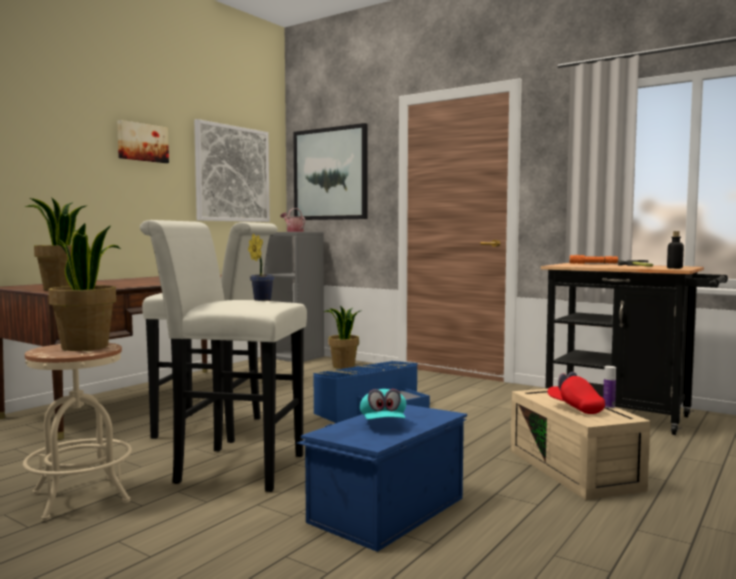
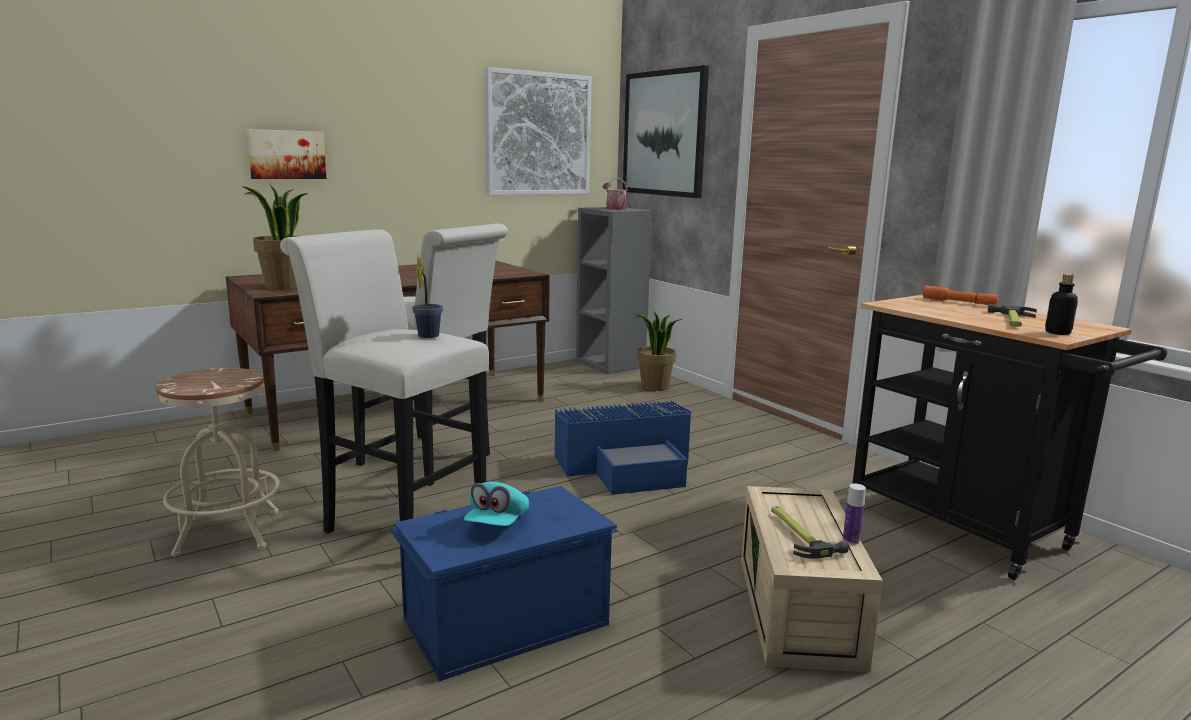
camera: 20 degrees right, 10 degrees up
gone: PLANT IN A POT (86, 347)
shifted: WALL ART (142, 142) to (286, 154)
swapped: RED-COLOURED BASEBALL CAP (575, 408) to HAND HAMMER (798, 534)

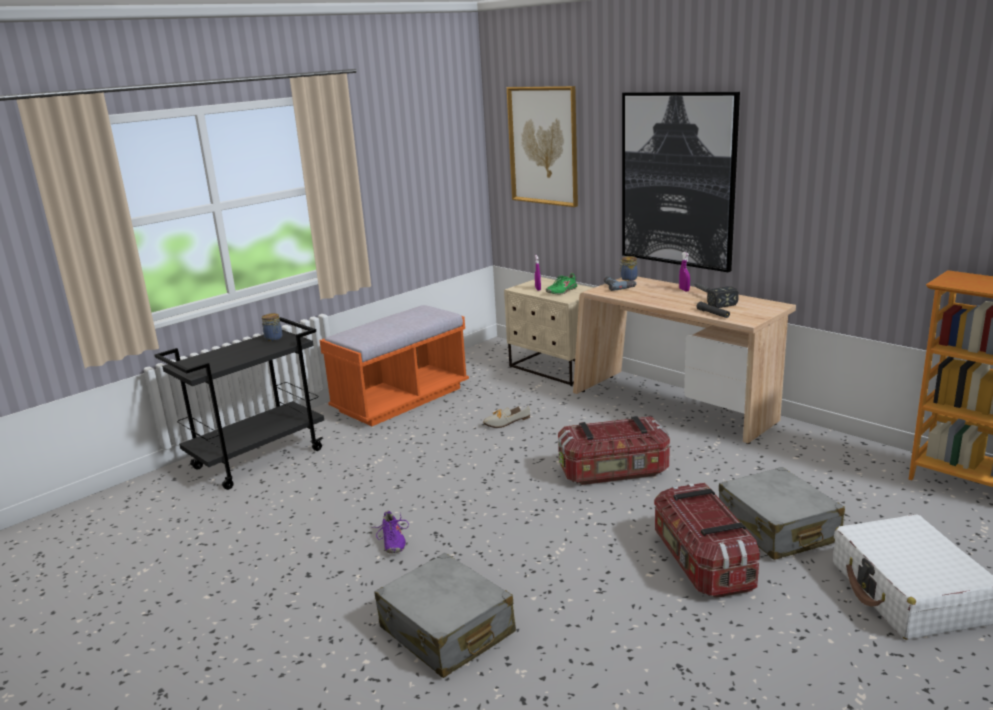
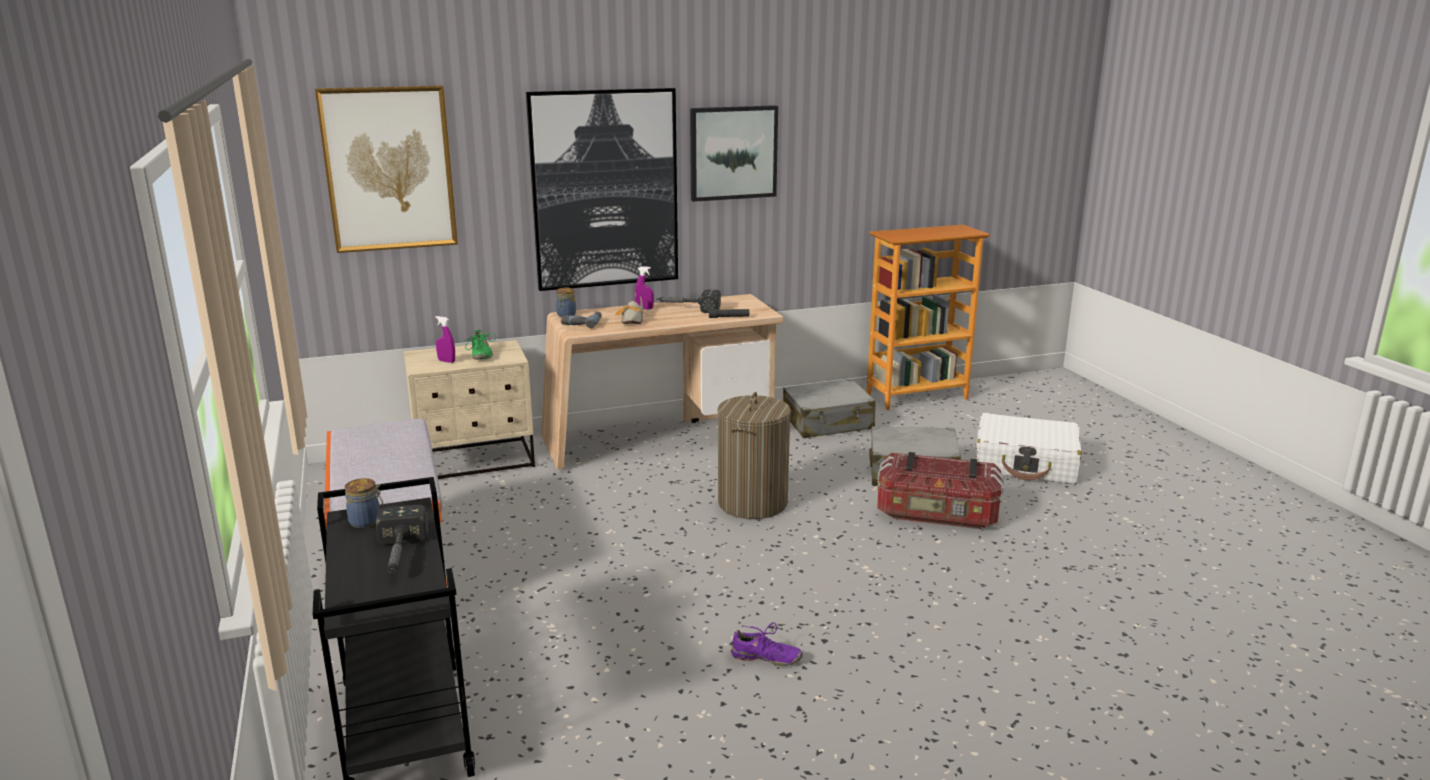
camera: 65 degrees left, 0 degrees up
new: HAND HAMMER (399, 557); WALL ART (733, 153)
shifted: SHOE (503, 423) to (632, 320); GRAY TRAVEL CASE (446, 631) to (828, 422)
swapped: STORAGE CONTAINER (614, 472) to LAUNDRY BASKET (752, 503)

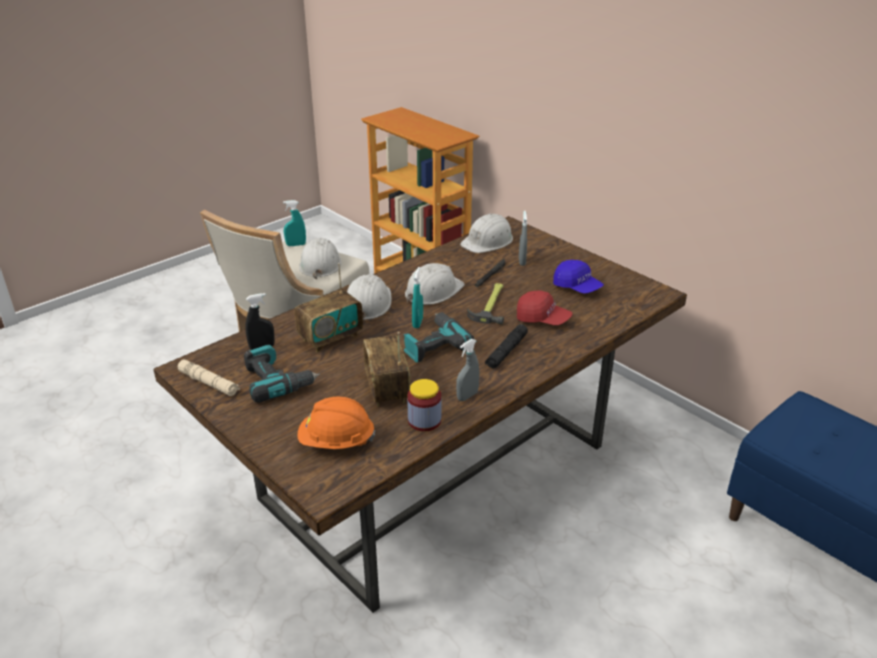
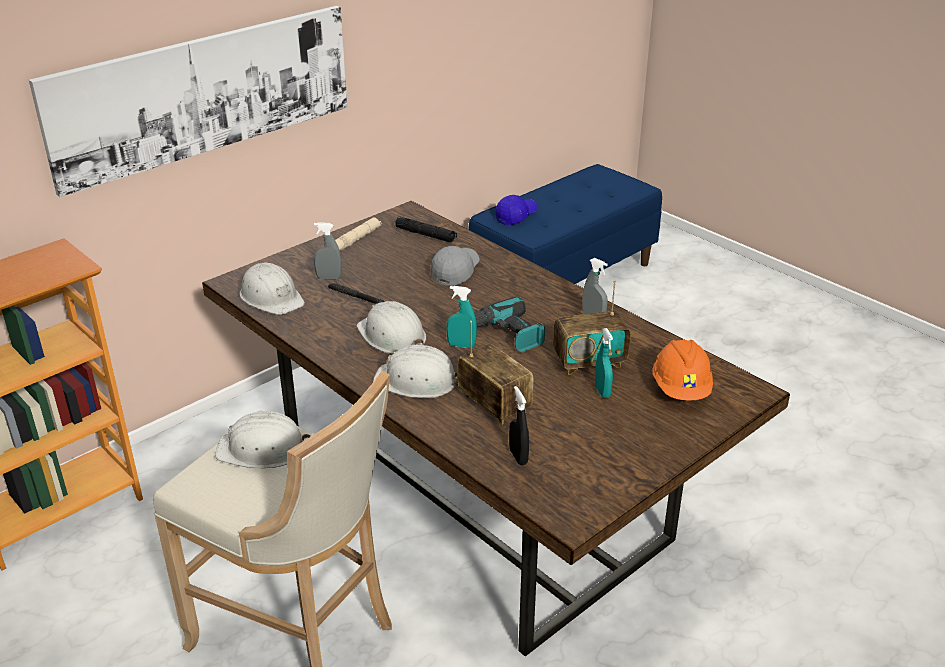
camera: 90 degrees left, 0 degrees up
gone: DRILL (277, 381); STORAGE JAR (424, 420); HAND HAMMER (491, 305)
new: WALL ART (204, 94)
shifted: BEIGE-COLOURED HAND TORCH (209, 383) to (356, 240); BLACK HAND TORCH (506, 351) to (426, 235); BLUE BASEBALL CAP (577, 287) to (516, 216); TURQUOISE SPRAY BOTTLE (296, 245) to (602, 391)
repainted: RED-COLOURED BASEBALL CAP (542, 319) to GRAY BASEBALL CAP (455, 272)

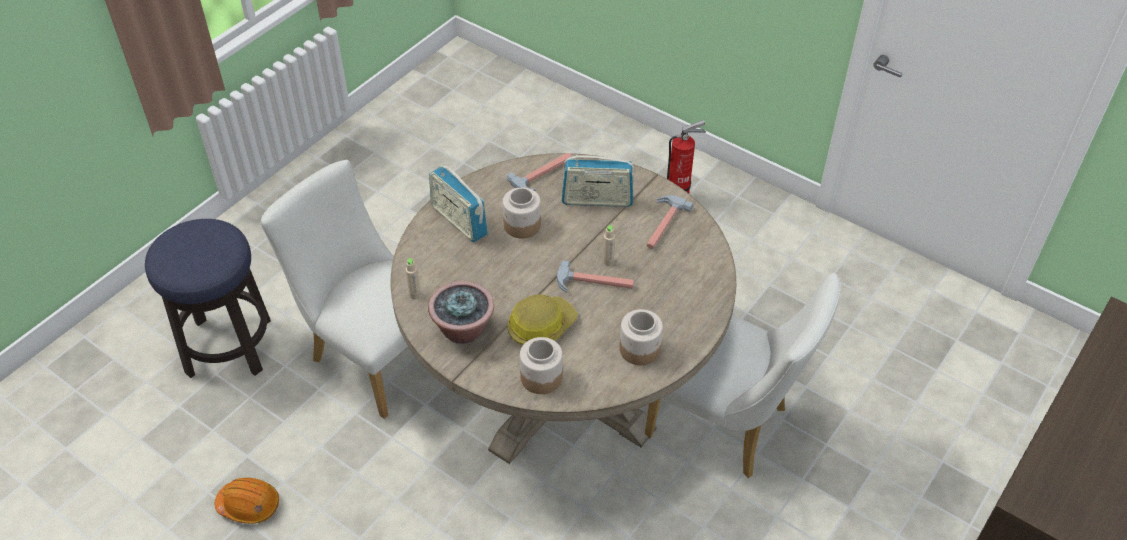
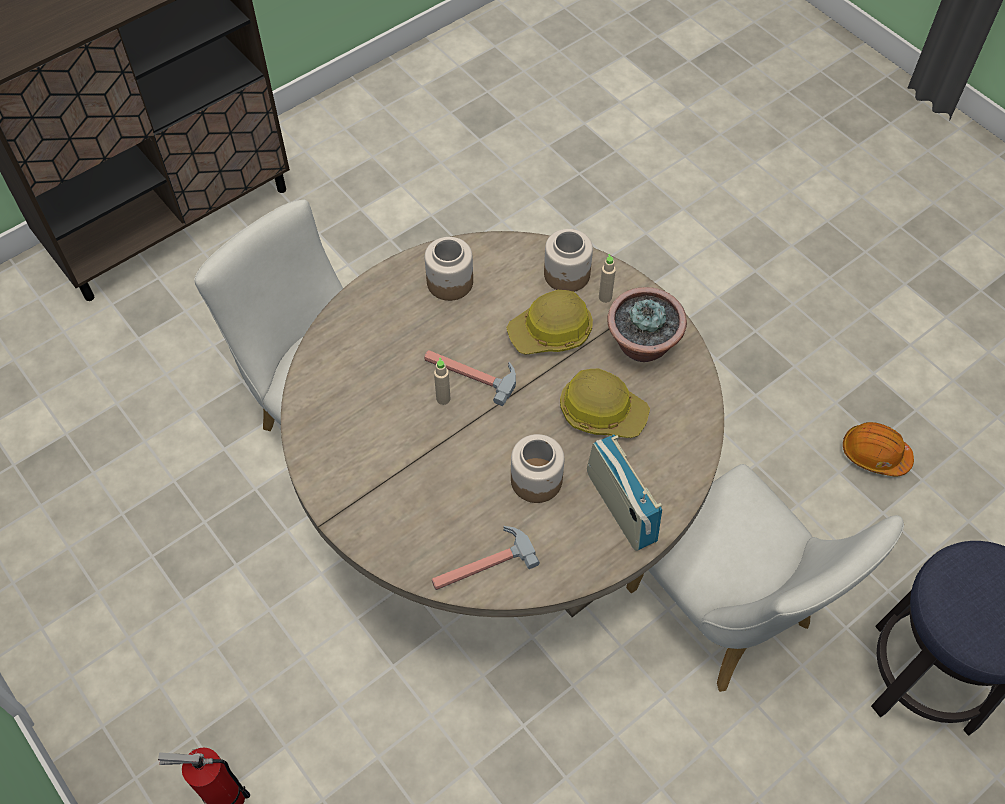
camera: 165 degrees left, 10 degrees up
gone: RADIO RECEIVER (597, 200); HAND HAMMER (662, 224)
new: HARD HAT (602, 411)
shifted: BEIGE-COLOURED BOTTLE (415, 295) to (605, 297)

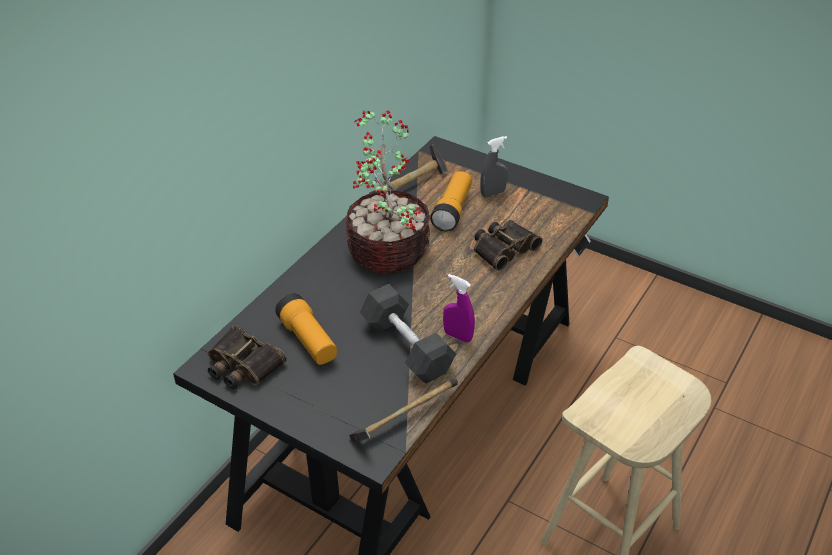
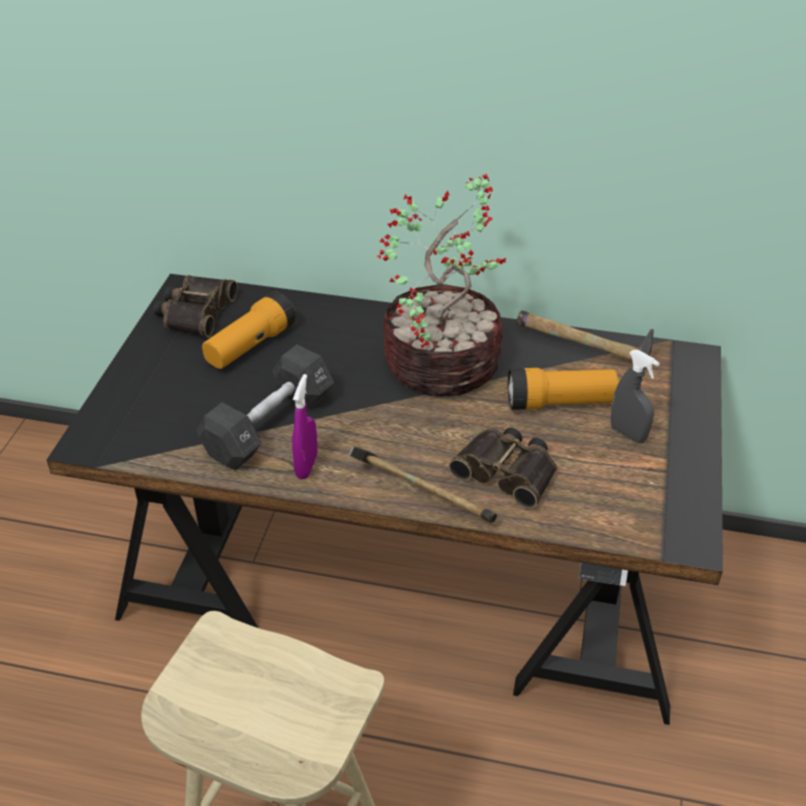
camera: 70 degrees right, 0 degrees up
shifted: HAND HAMMER (403, 420) to (419, 495)

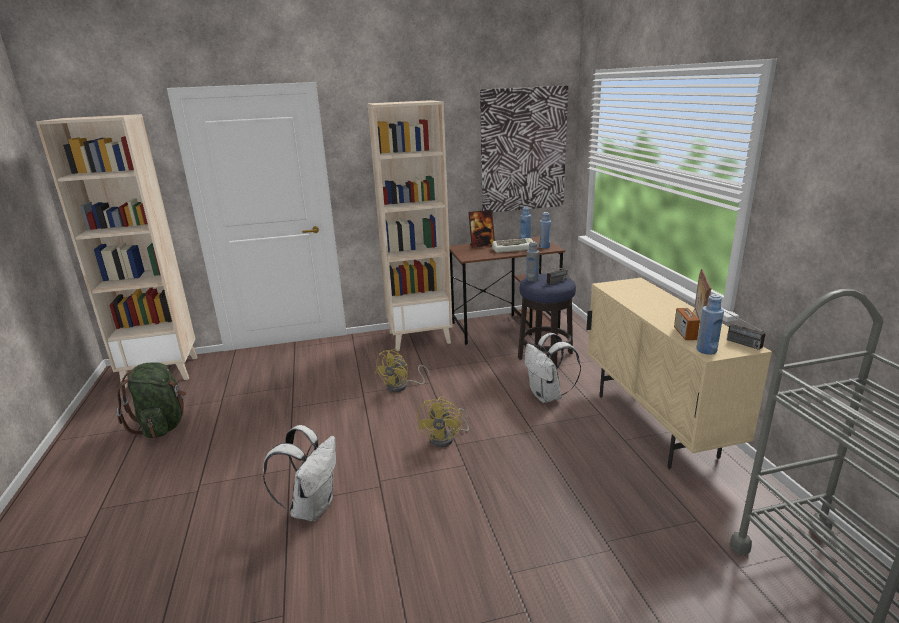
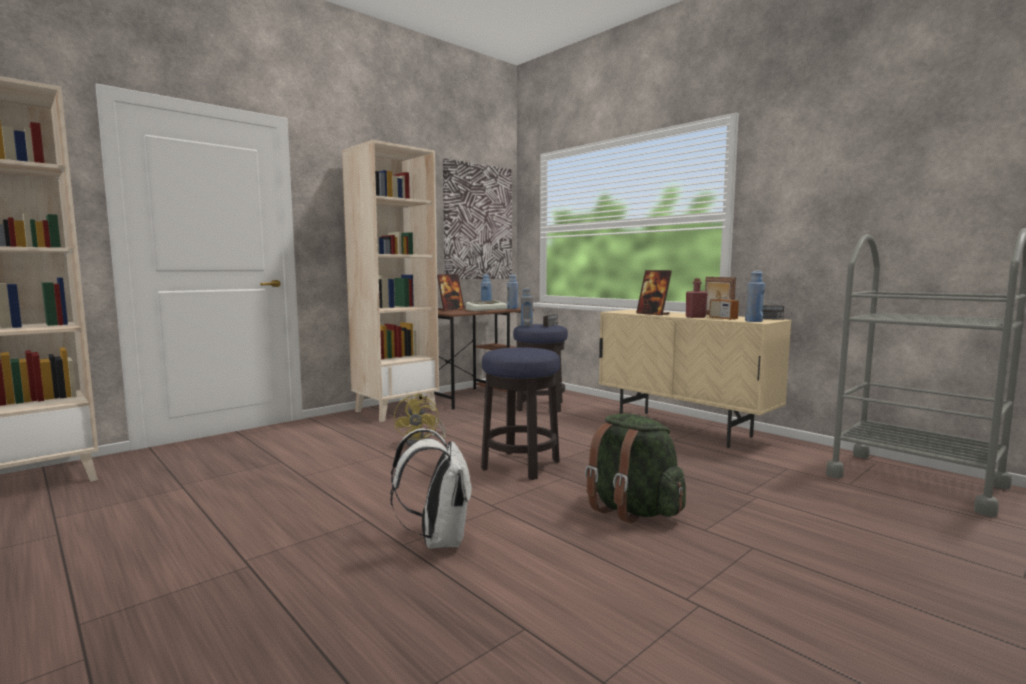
camera: 30 degrees left, 15 degrees down
gone: WHITE-COLOURED KNAPSACK (547, 396)
new: PHOTO FRAME (653, 314); RED-COLOURED BOTTLE (695, 317)
shifted: GREENISH KNAPSACK (162, 426) to (631, 510)
swapped: YELLOWISH COOLING FAN (446, 438) to SITTING STOOL (520, 465)

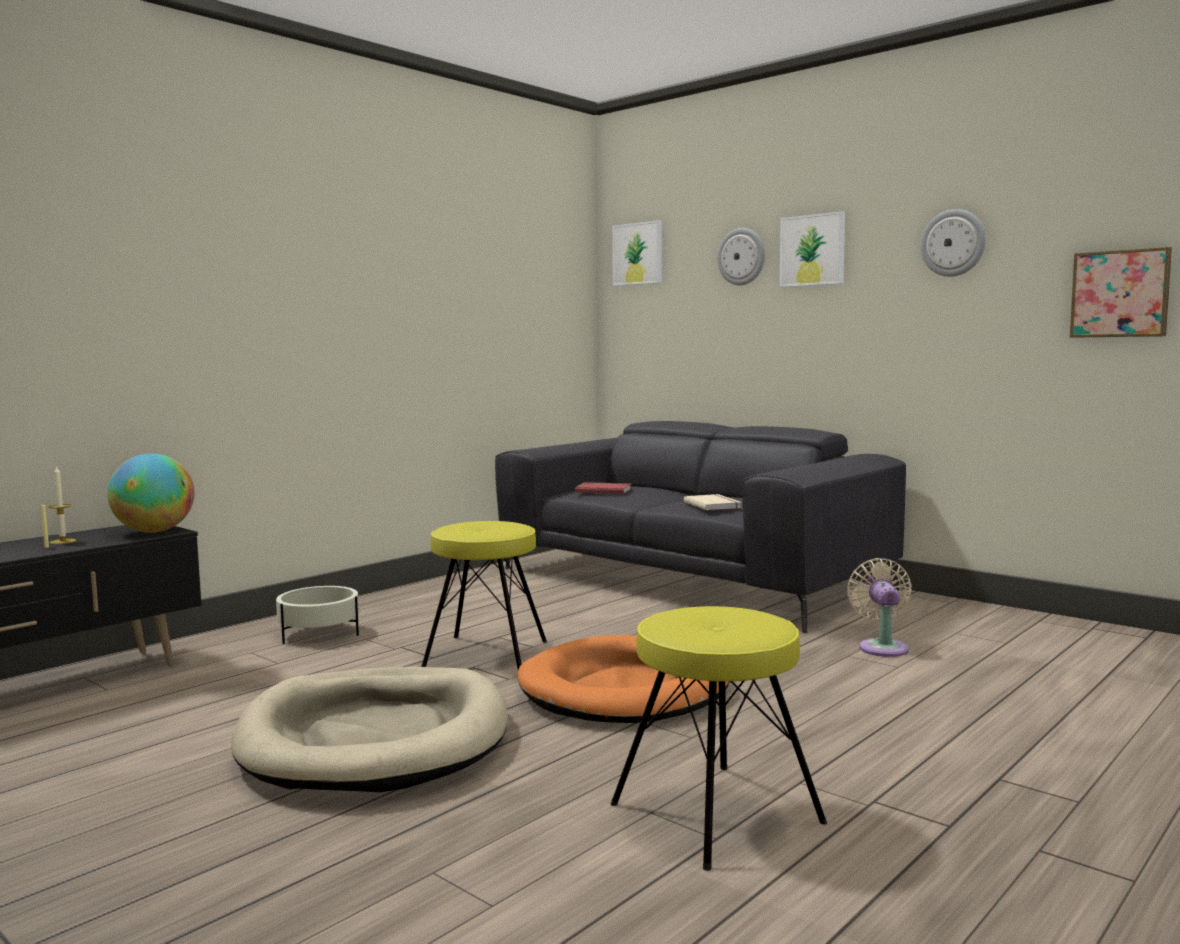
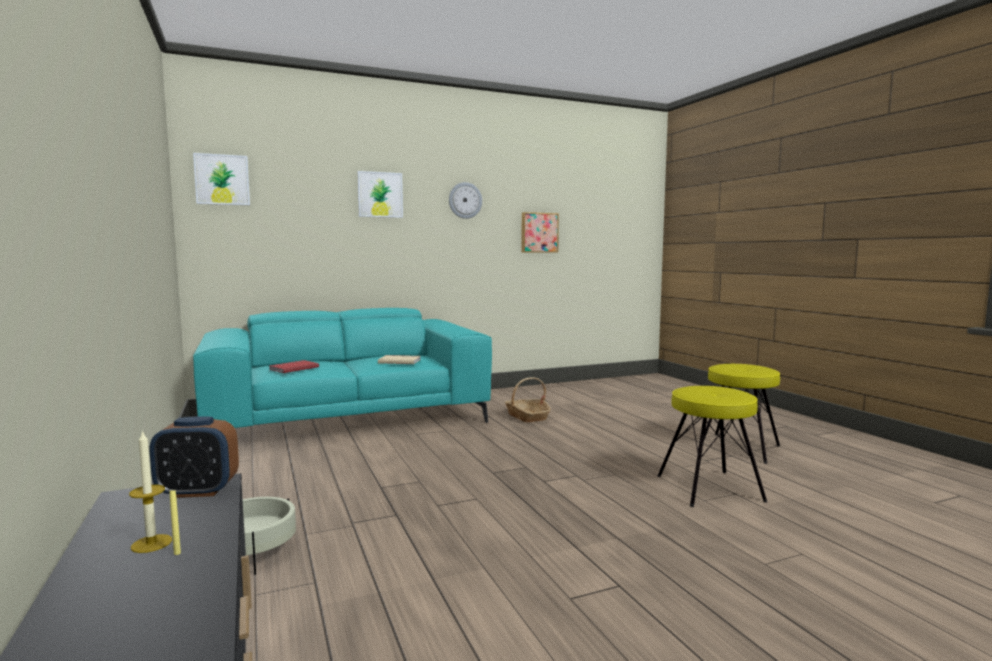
camera: 65 degrees left, 0 degrees up
gone: BEIGE-COLOURED PET BED (375, 738); ORANGE-COLOURED PET BED (625, 690); WALL CLOCK (741, 257)
shifted: YELLOWISH SITTING STOOL (487, 654) to (739, 447)
swapped: WORLD GLOBE (154, 532) to BEDSIDE CLOCK (197, 491); BEIGE-COLOURED COOLING FAN (882, 647) to HOUSEHOLD BASKET (527, 416)
repainted: GRAY SOFA (690, 579) to TURQUOISE SOFA (348, 420)

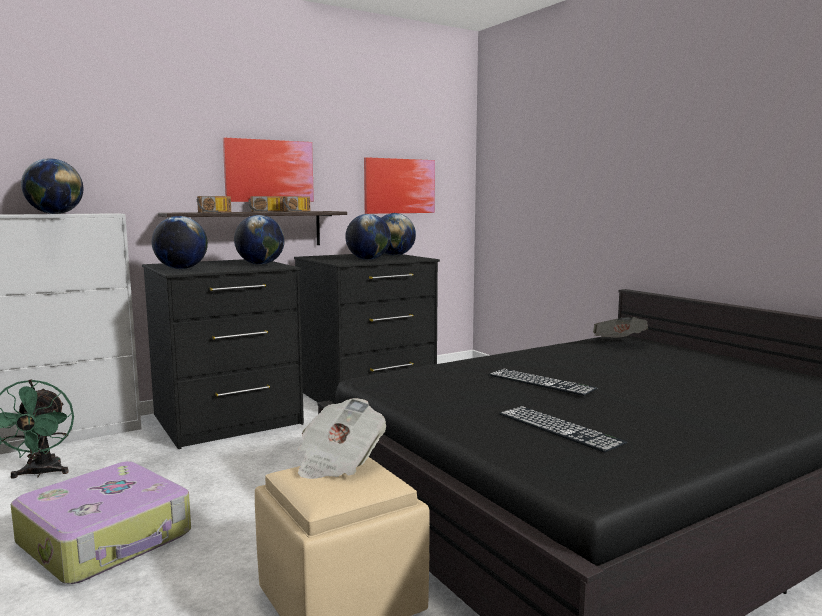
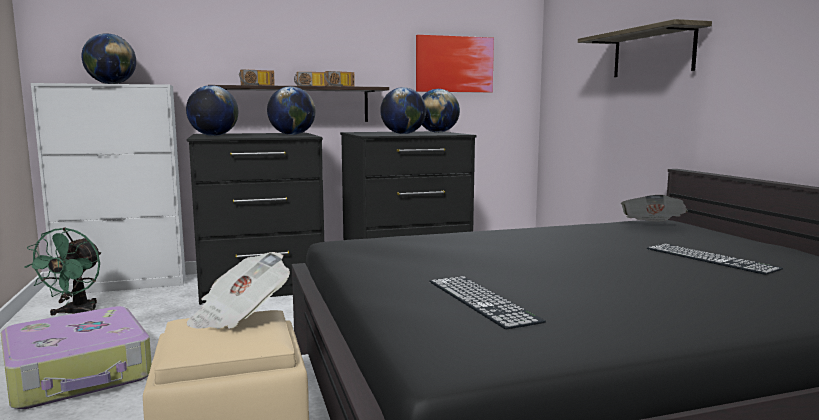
camera: 15 degrees right, 0 degrees up
gone: WALL ART (269, 171)
new: BRACKET SHELF (652, 53)
shifted: PC KEYBOARD (540, 382) to (710, 258)

